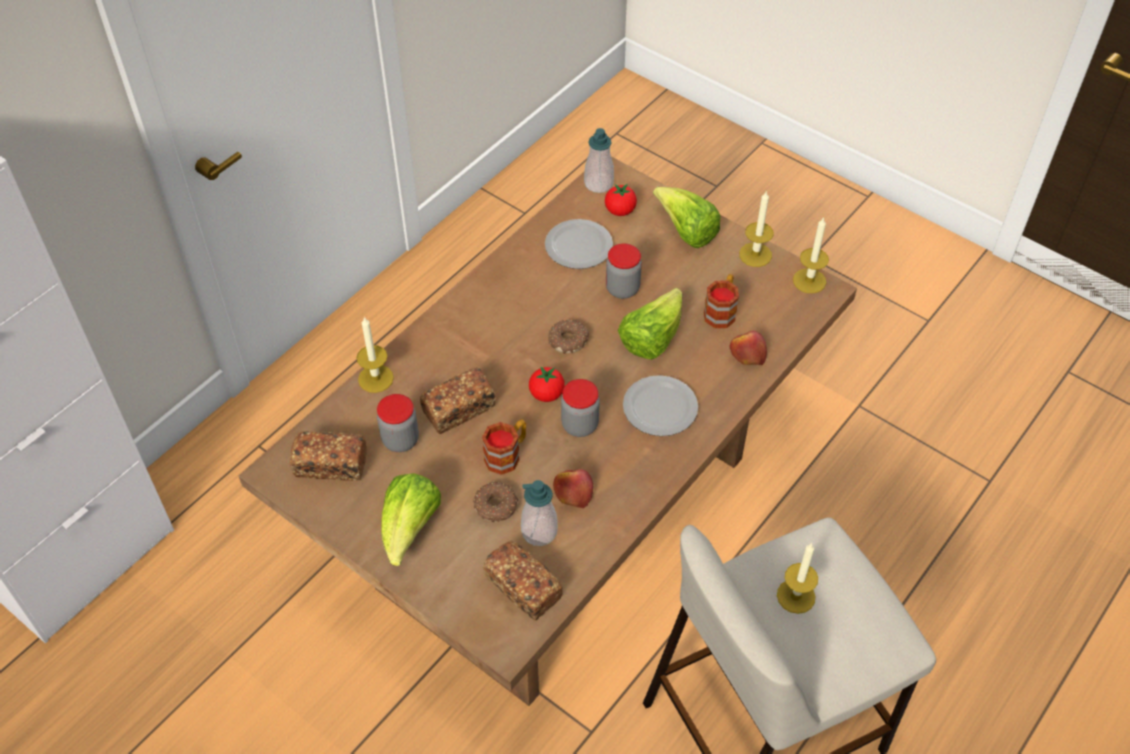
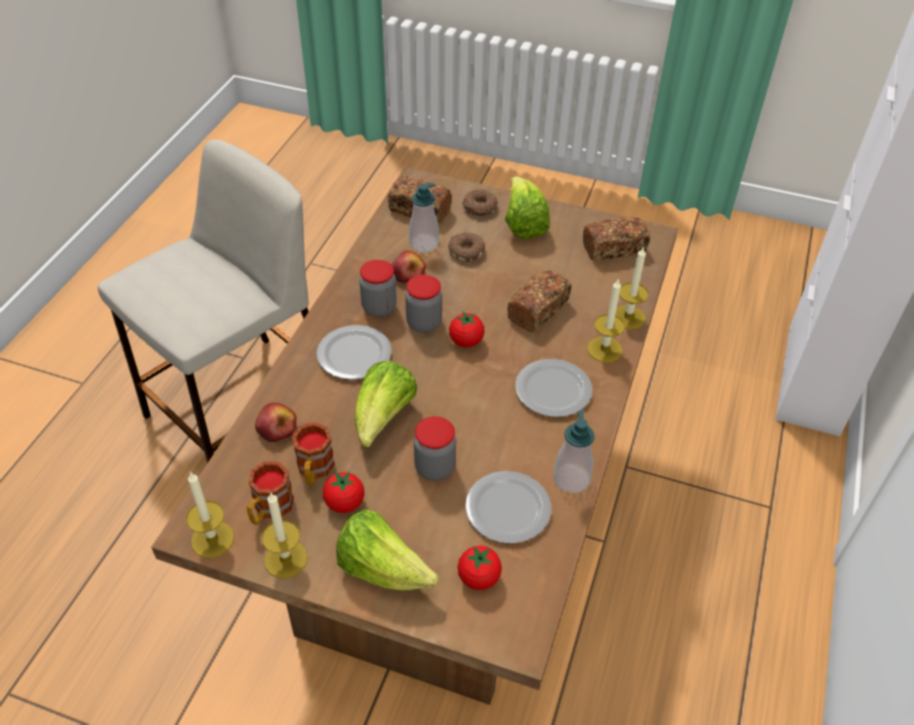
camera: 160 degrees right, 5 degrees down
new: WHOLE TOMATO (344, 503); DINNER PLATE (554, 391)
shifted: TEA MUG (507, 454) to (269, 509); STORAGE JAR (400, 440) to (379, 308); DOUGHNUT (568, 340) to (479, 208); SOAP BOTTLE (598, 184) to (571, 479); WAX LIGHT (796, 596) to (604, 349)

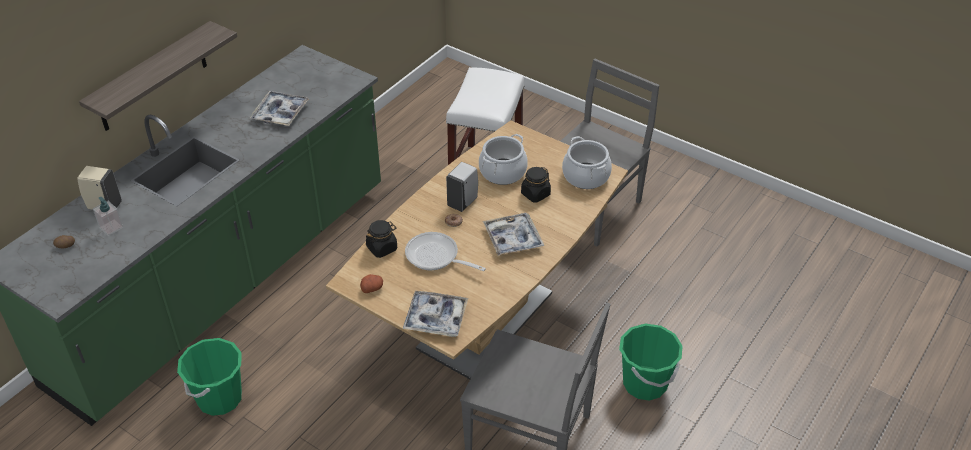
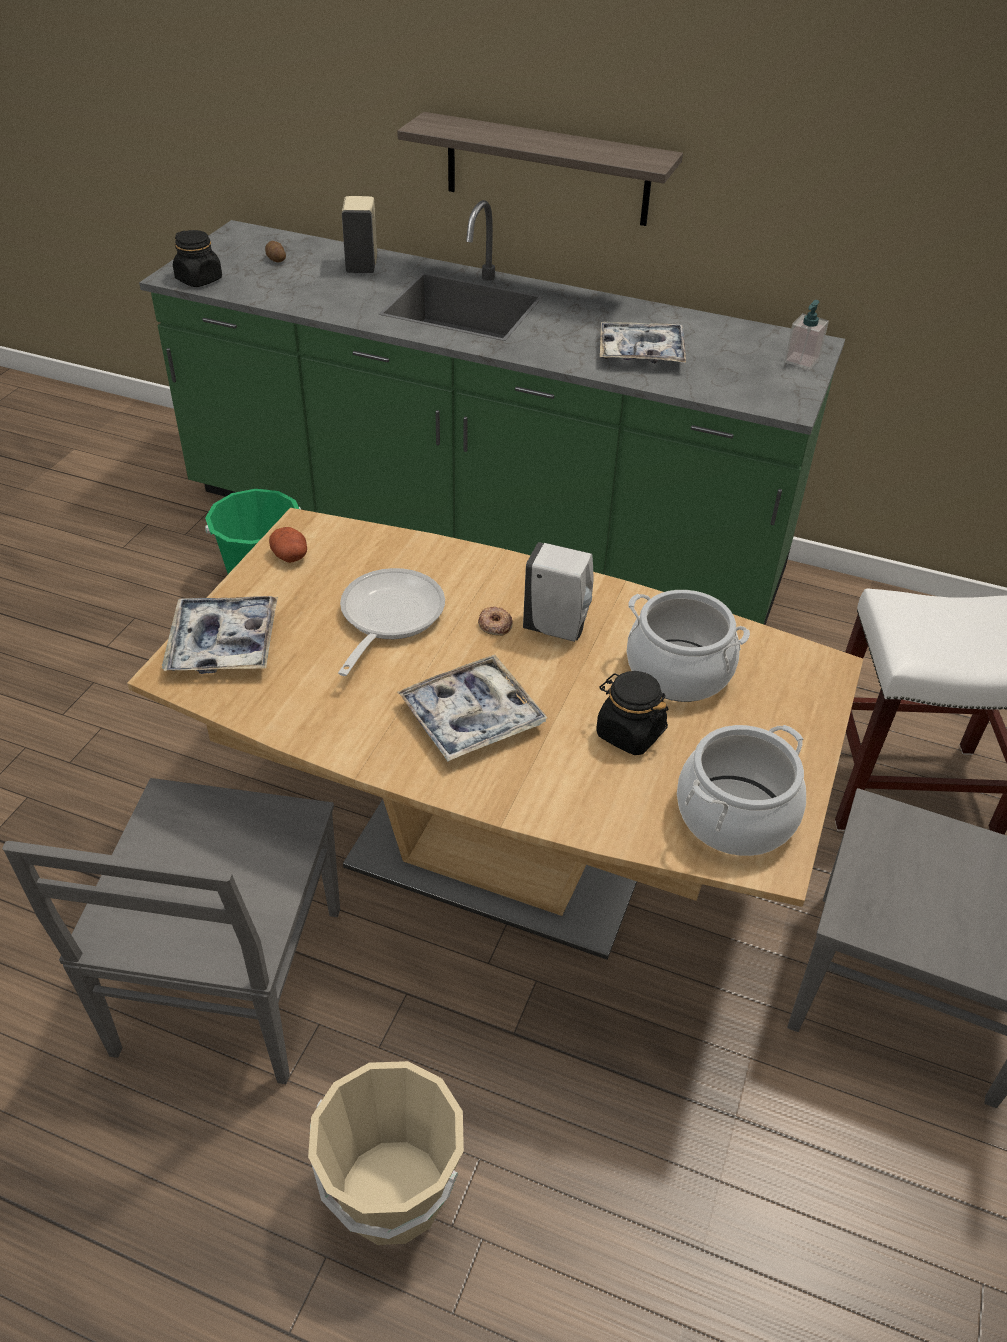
camera: 75 degrees right, 0 degrees up
shifted: BLACK STORAGE JAR (382, 248) to (199, 280); SOAP BOTTLE (111, 227) to (801, 360)
repainted: GREENISH PAIL (645, 383) to BEIGE-COLOURED PAIL (392, 1192)

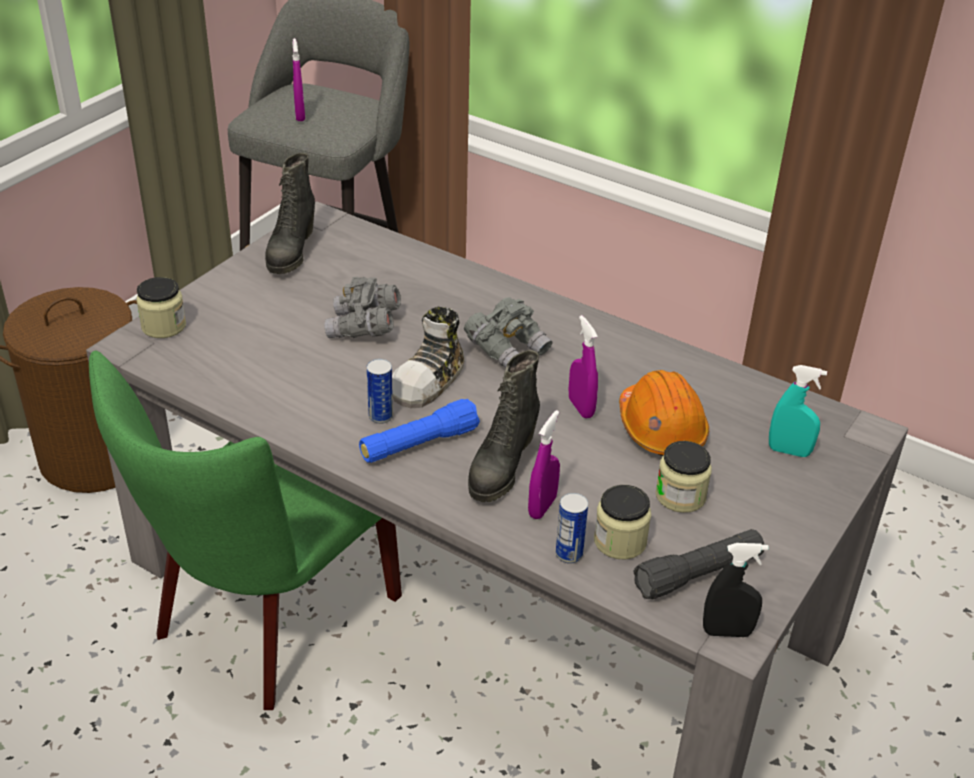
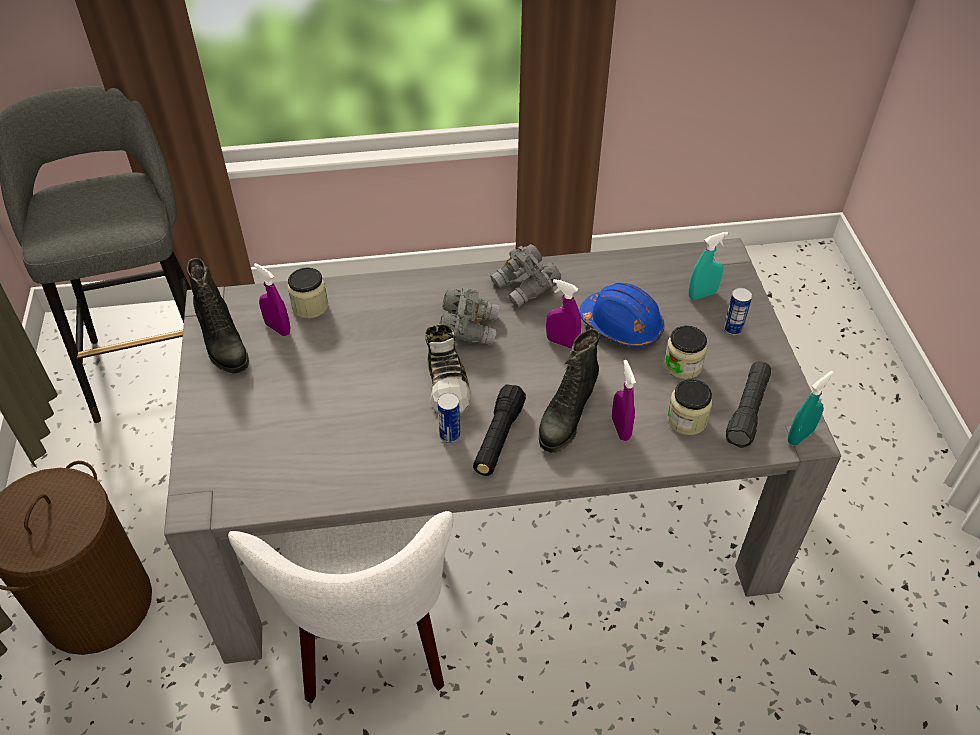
camera: 40 degrees left, 10 degrees up
shifted: PURPLE-COLOURED SPRAY BOTTLE (300, 115) to (278, 328); STORAGE JAR (163, 326) to (310, 306); GRAY PAIR OF BINOCULARS (364, 328) to (525, 287); CAN (569, 554) to (732, 329)
repainted: GREENISH UPRIGHT CHAIR (266, 623) to WHITE-COLOURED UPRIGHT CHAIR (373, 631); BLUE HAND TORCH (419, 444) to BLACK HAND TORCH (498, 438); ORANGE-COLOURED HARD HAT (661, 428) to BLUE HARD HAT (621, 326); BLACK SPRAY BOTTLE (727, 632) to TURQUOISE SPRAY BOTTLE (800, 436)
rotated: BLACK BOOT (501, 467) = (566, 418) 45 degrees clockwise

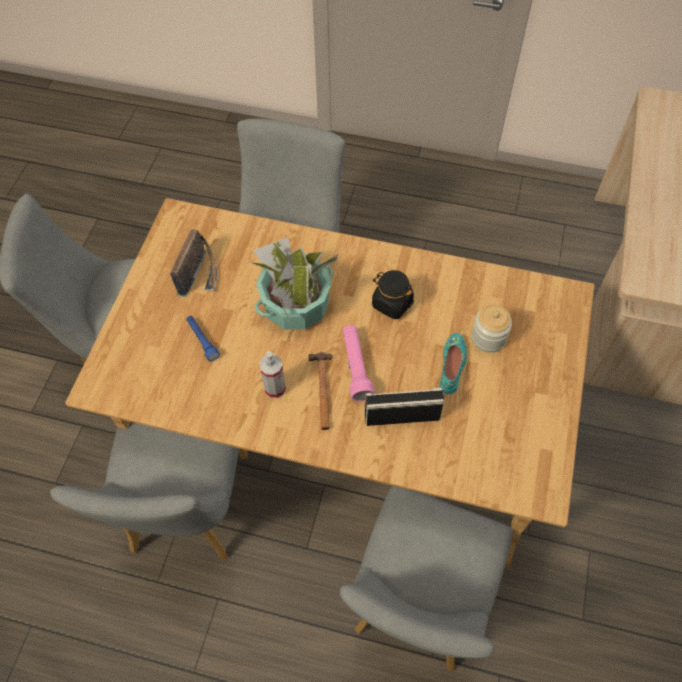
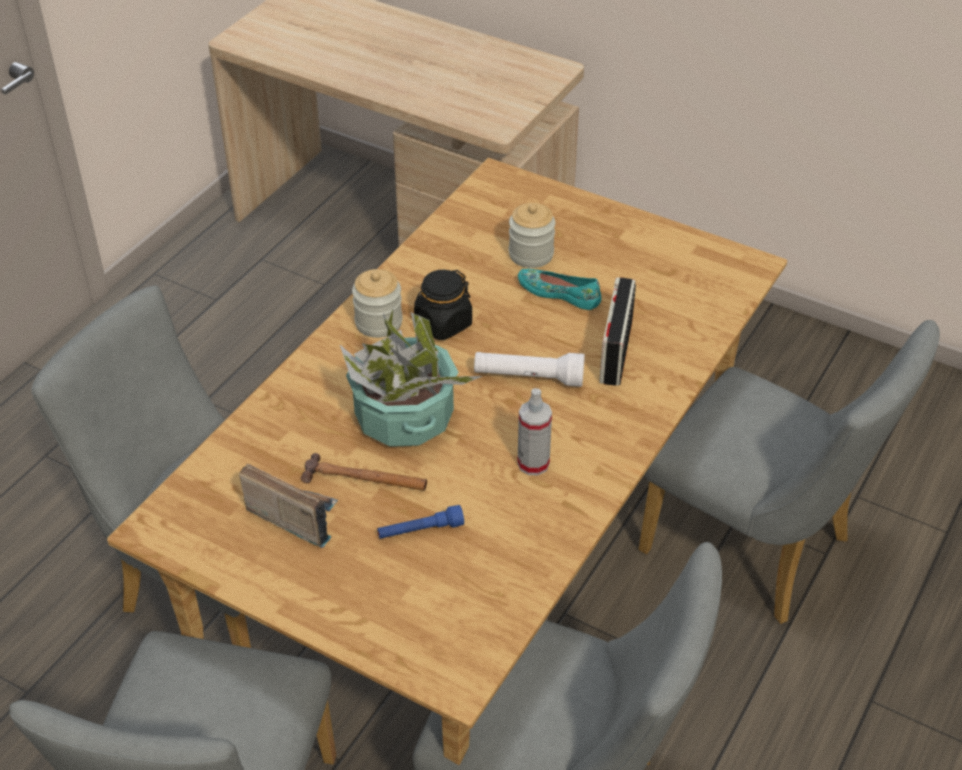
camera: 75 degrees left, 15 degrees down
new: STORAGE JAR (378, 322)
shifted: HAND HAMMER (322, 391) to (365, 479)
repainted: PINK HAND TORCH (356, 367) to WHITE-COLOURED HAND TORCH (528, 378)

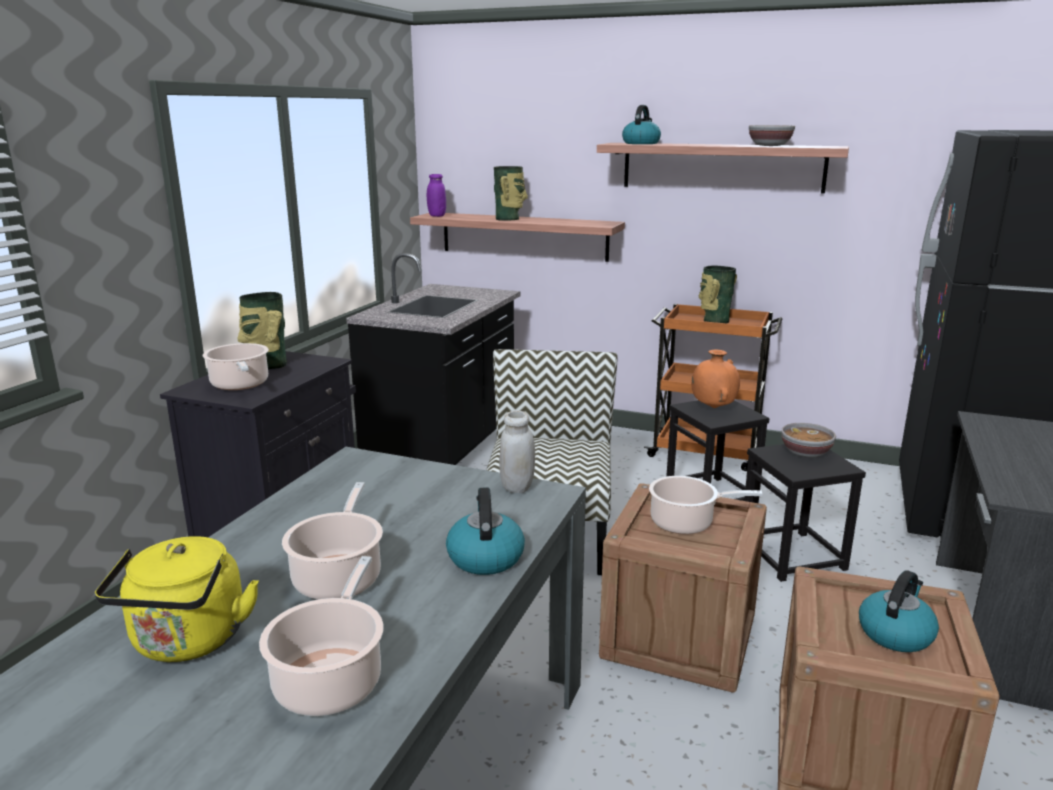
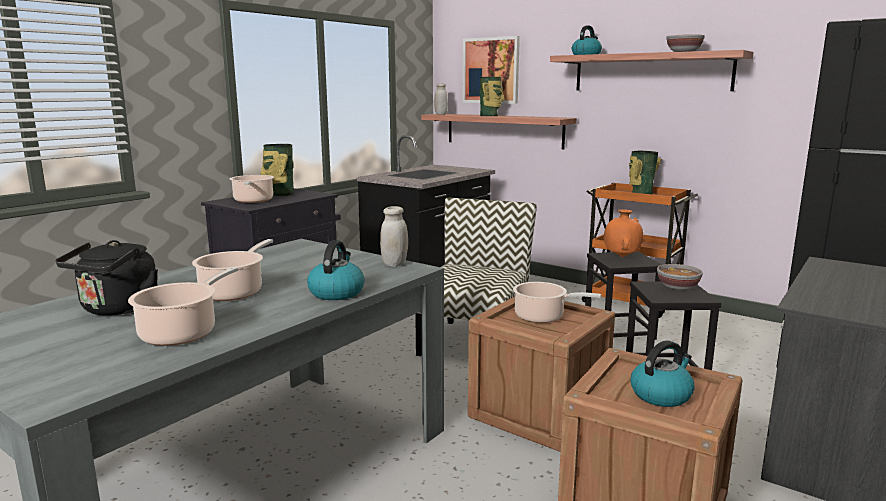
camera: 15 degrees right, 5 degrees down
new: WALL ART (491, 70)
repainted: YELLOWISH TEA KETTLE (188, 642) to BLACK TEA KETTLE (117, 309); PURPLE-COLOURED STORAGE JAR (437, 216) to WHITE-COLOURED STORAGE JAR (441, 114)

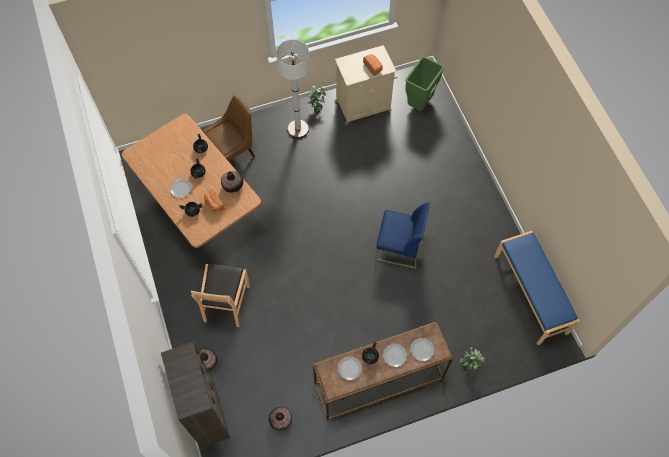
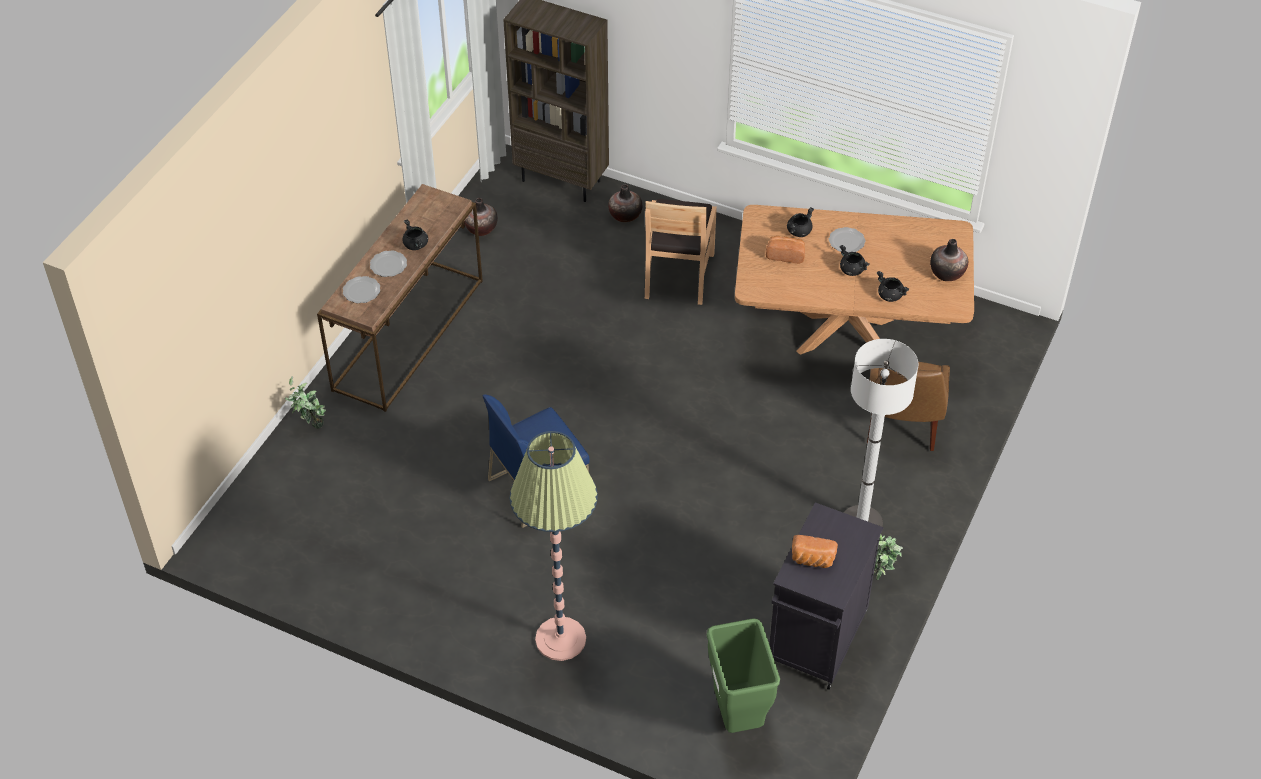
camera: 135 degrees right, 15 degrees down
gone: DINNER PLATE (349, 368); BLUE BENCH (531, 294)
new: STANDING LAMP (560, 639)
shifted: VASE (233, 186) to (947, 273)
repainted: BEIGE-COLOURED CABINET (364, 105) to BLACK CABINET (816, 640)
rotated: BROWN UPRIGHT CHAIR (226, 303) = (678, 275) 135 degrees counterclockwise

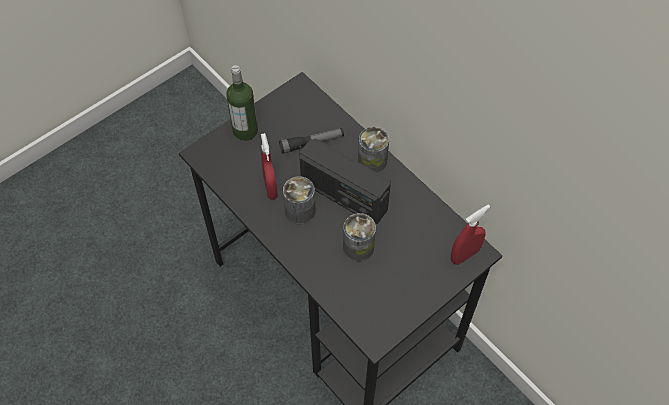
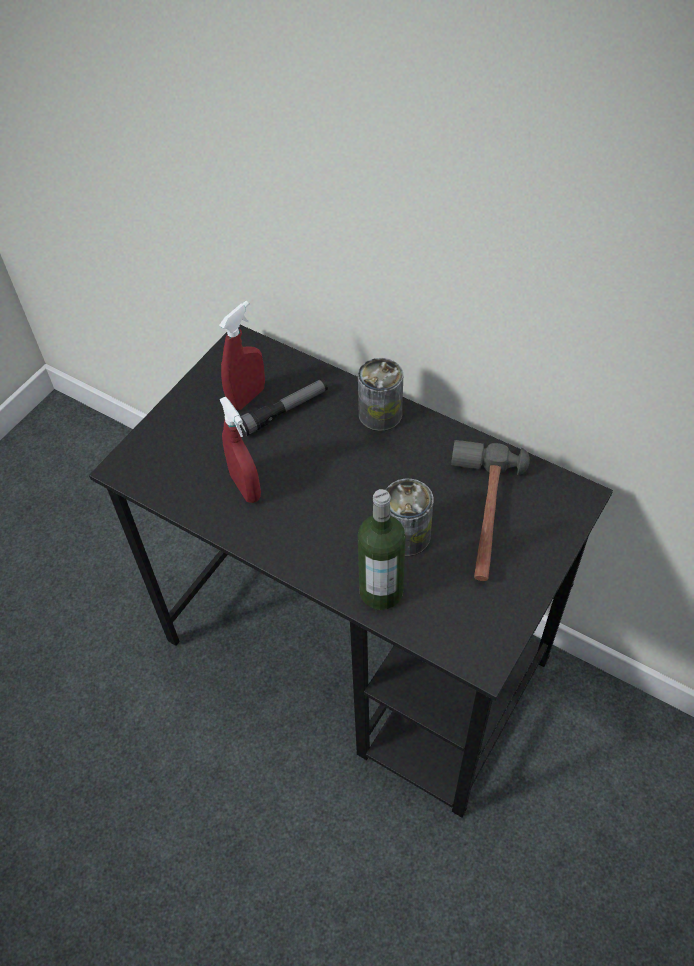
camera: 15 degrees left, 5 degrees down
gone: CAN (300, 211); RADIO RECEIVER (343, 195)
new: HAND HAMMER (482, 517)
shifted: RED-COLOURED SPRAY BOTTLE (464, 255) to (247, 397); BOTTLE (245, 131) to (381, 591)

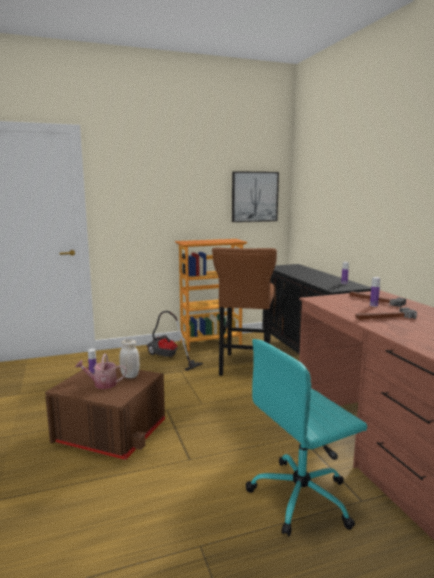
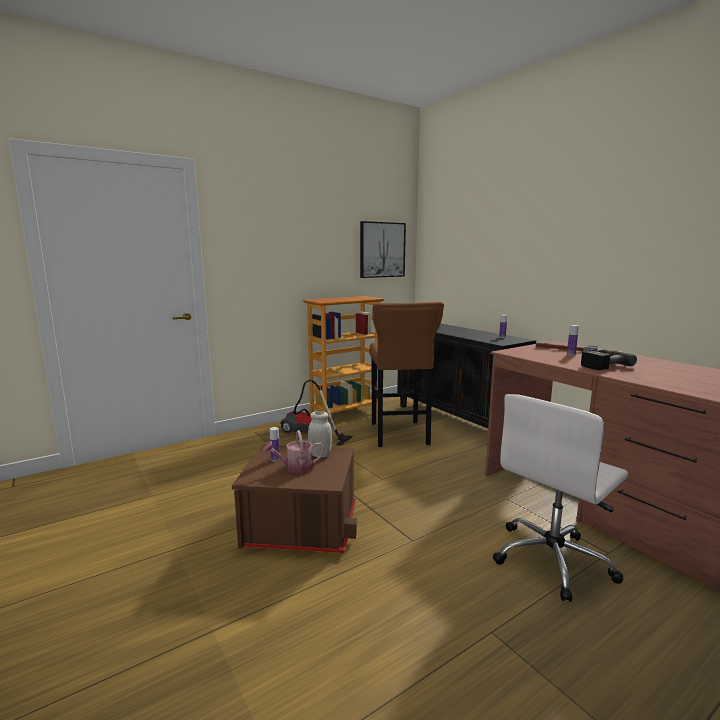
camera: 15 degrees left, 0 degrees up
swapped: HAND HAMMER (385, 318) to DRILL (600, 365)
repainted: TURQUOISE COMPUTER CHAIR (302, 497) to WHITE-COLOURED COMPUTER CHAIR (553, 559)

